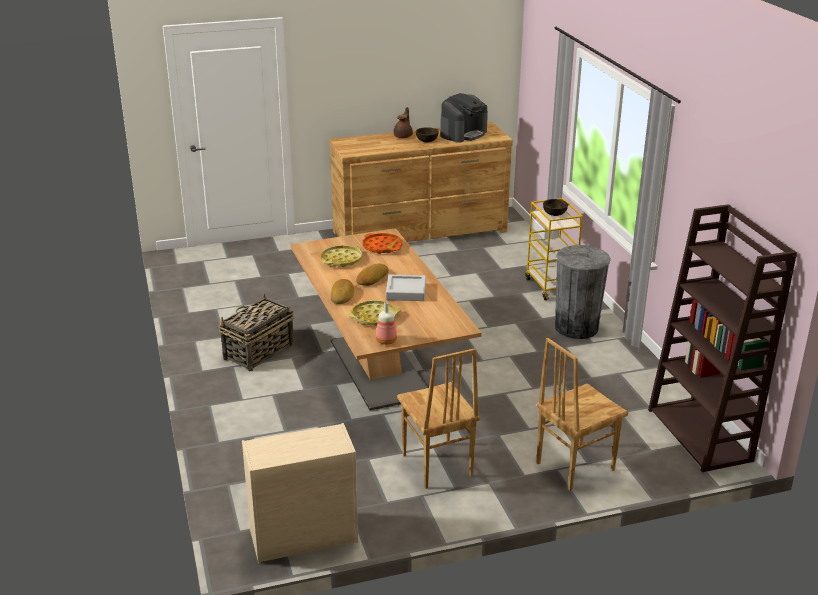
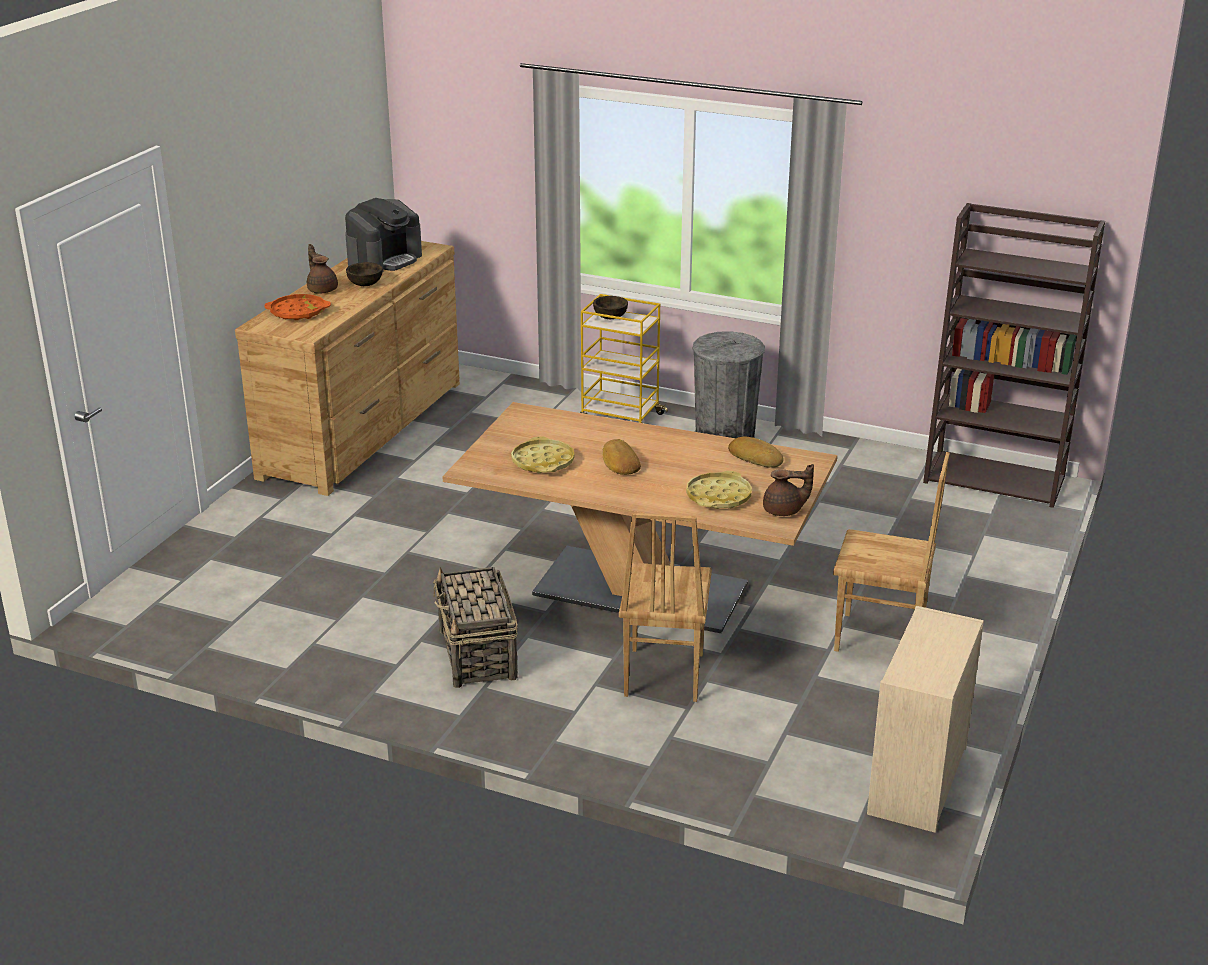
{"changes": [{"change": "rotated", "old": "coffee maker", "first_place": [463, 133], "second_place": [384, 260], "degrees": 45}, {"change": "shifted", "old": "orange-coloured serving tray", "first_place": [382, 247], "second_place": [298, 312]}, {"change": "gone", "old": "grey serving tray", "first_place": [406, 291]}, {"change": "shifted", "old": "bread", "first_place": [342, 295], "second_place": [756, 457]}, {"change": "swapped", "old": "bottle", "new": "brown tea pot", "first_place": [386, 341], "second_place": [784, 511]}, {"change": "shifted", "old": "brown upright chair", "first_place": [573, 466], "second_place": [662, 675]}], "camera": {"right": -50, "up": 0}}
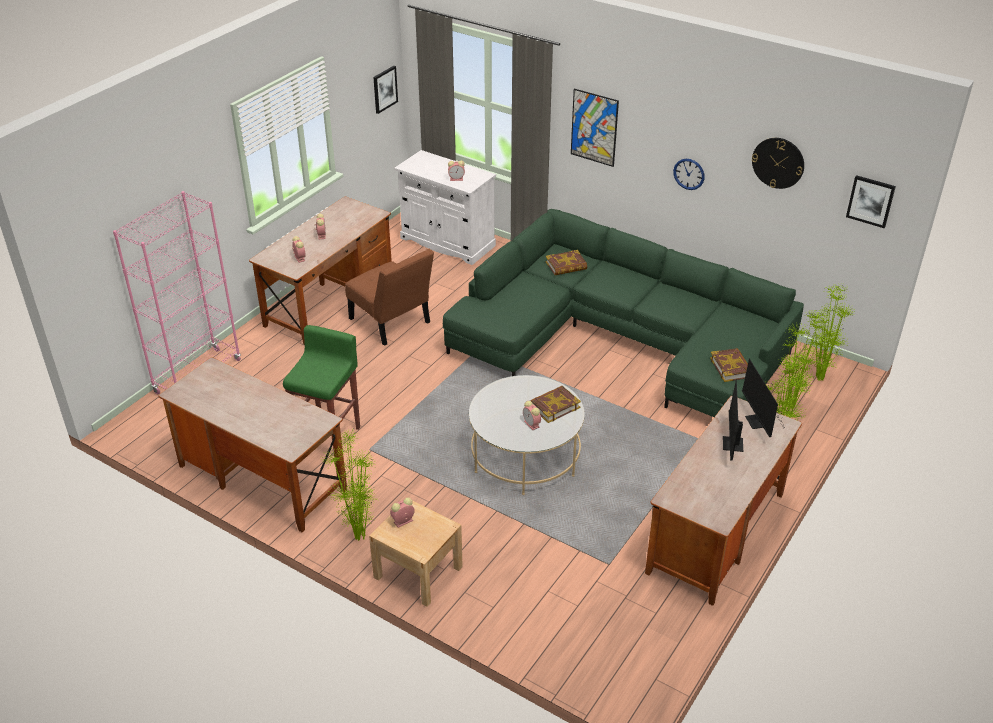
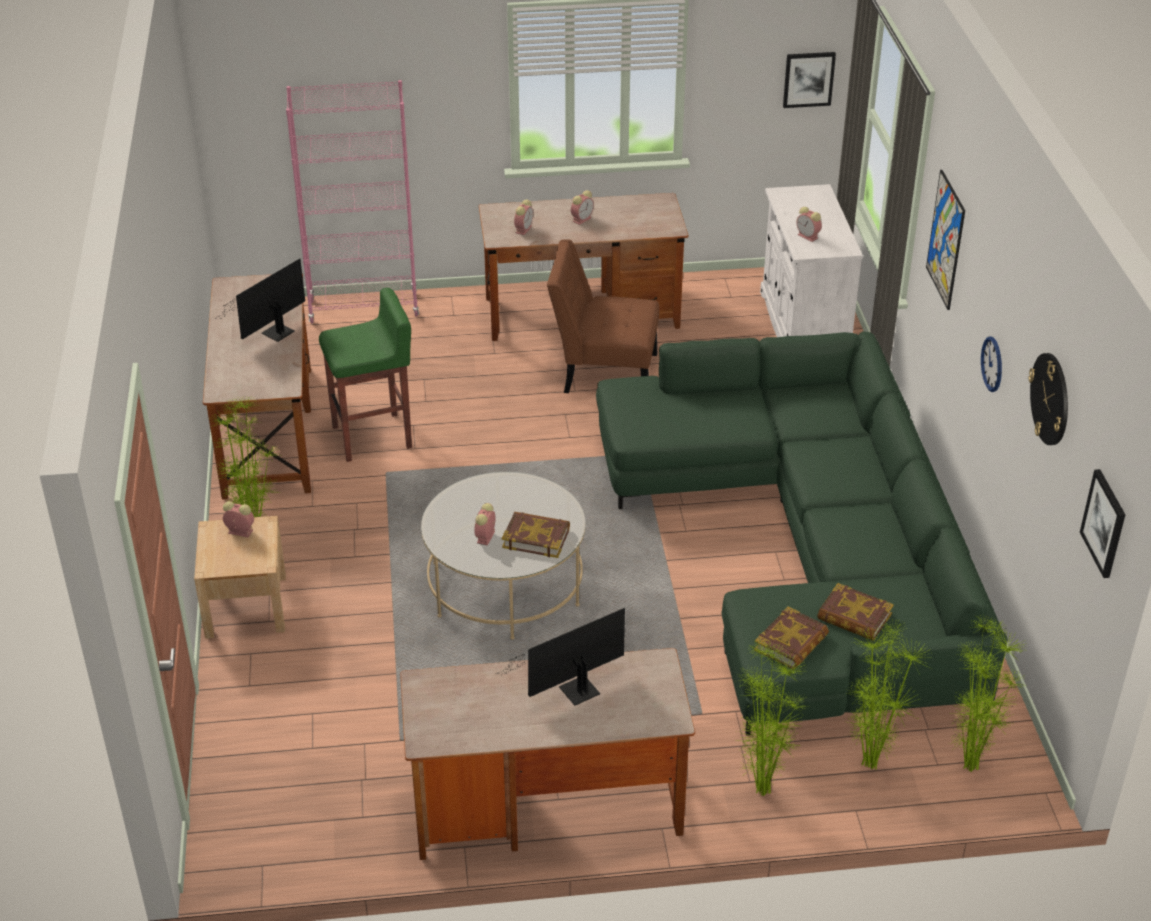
{"changes": [{"change": "rotated", "old": "brown upright chair", "first_place": [392, 323], "second_place": [604, 372], "degrees": 90}, {"change": "shifted", "old": "bound book", "first_place": [566, 266], "second_place": [854, 617]}, {"change": "shifted", "old": "monitor", "first_place": [758, 424], "second_place": [274, 334]}], "camera": {"right": 50, "up": 0}}
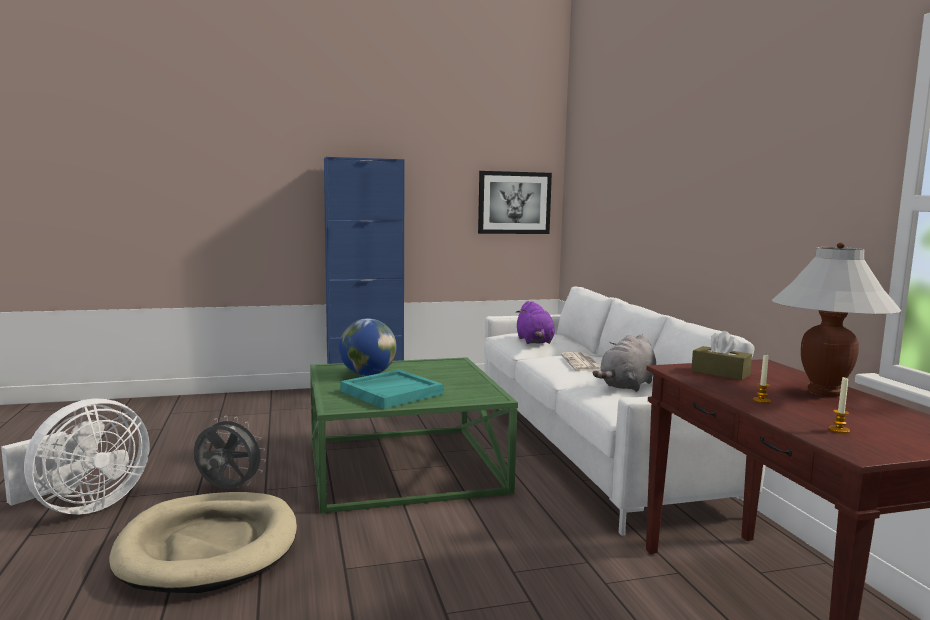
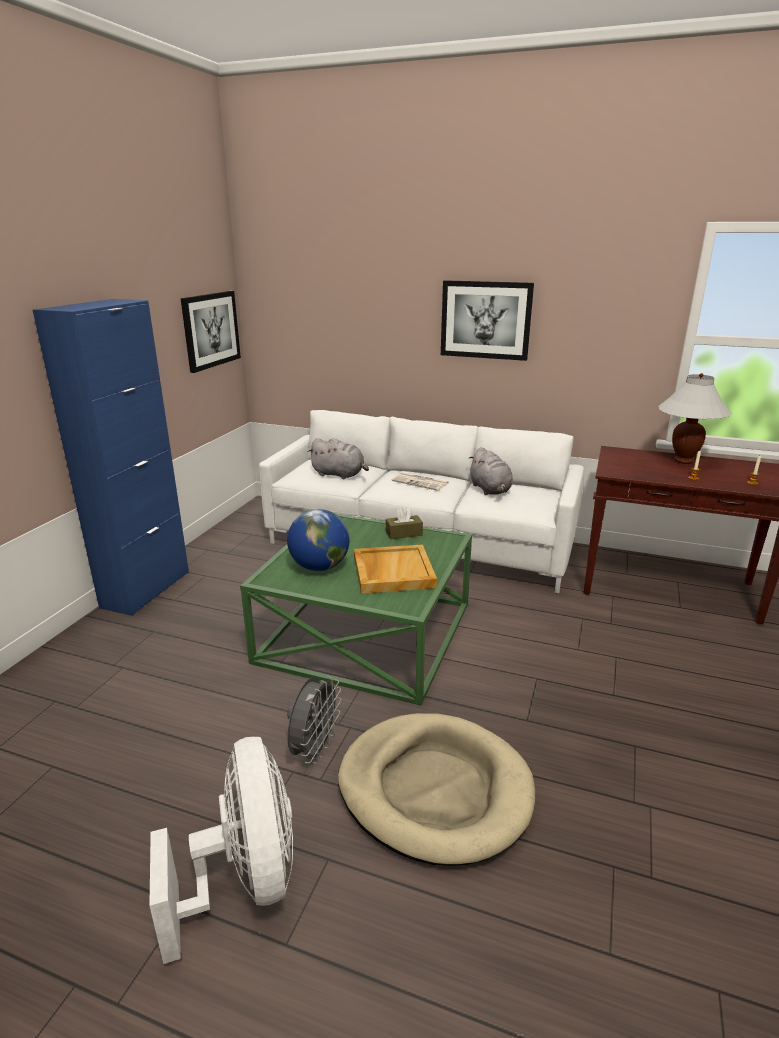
{"changes": [{"change": "repainted", "old": "purple soft toy", "new": "grey soft toy", "first_place": [534, 341], "second_place": [339, 475]}, {"change": "shifted", "old": "brown tissue box", "first_place": [720, 373], "second_place": [404, 533]}, {"change": "repainted", "old": "turquoise serving tray", "new": "beige serving tray", "first_place": [392, 392], "second_place": [392, 571]}, {"change": "rotated", "old": "grey fan", "first_place": [228, 490], "second_place": [314, 749], "degrees": 150}, {"change": "new", "new": "wall art", "second_place": [485, 320]}], "camera": {"right": -55, "up": 15}}
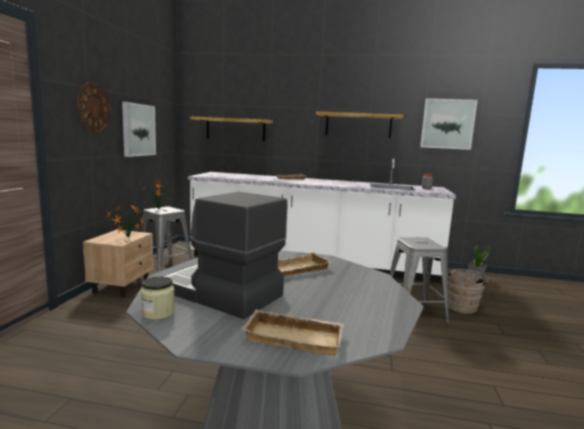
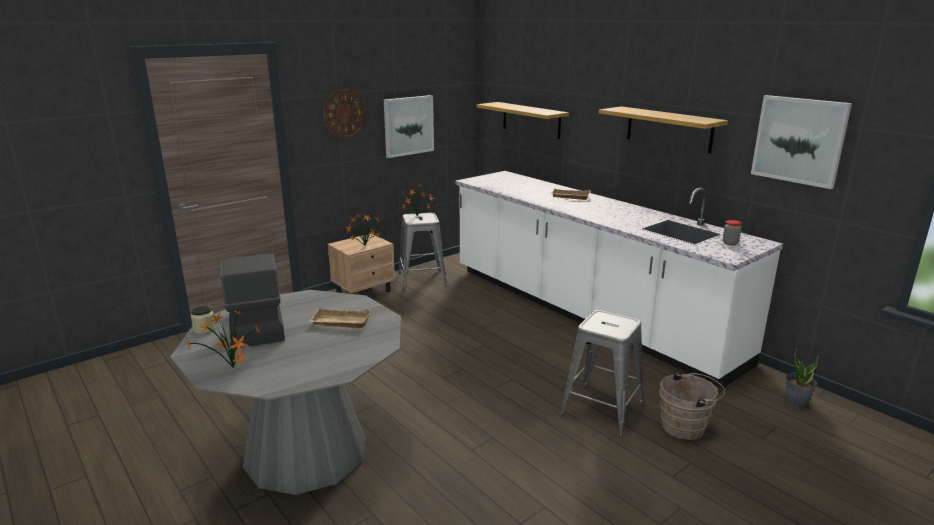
{"changes": [{"change": "swapped", "old": "beige serving tray", "new": "houseplant", "first_place": [295, 337], "second_place": [233, 369]}], "camera": {"right": 40, "up": 10}}
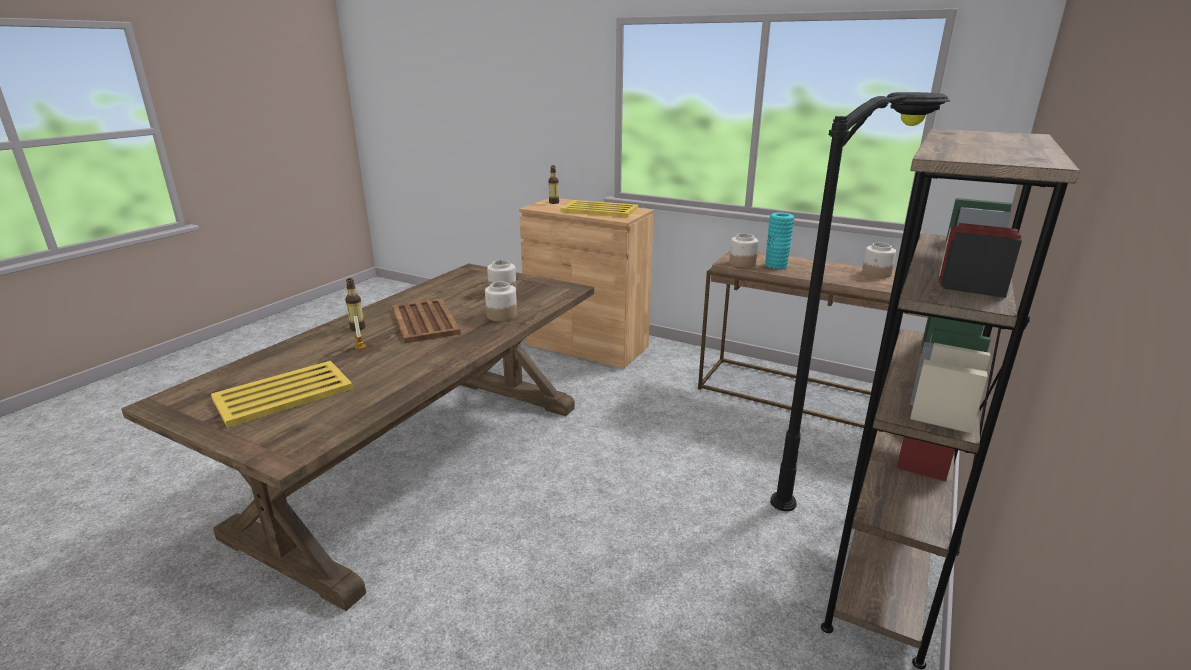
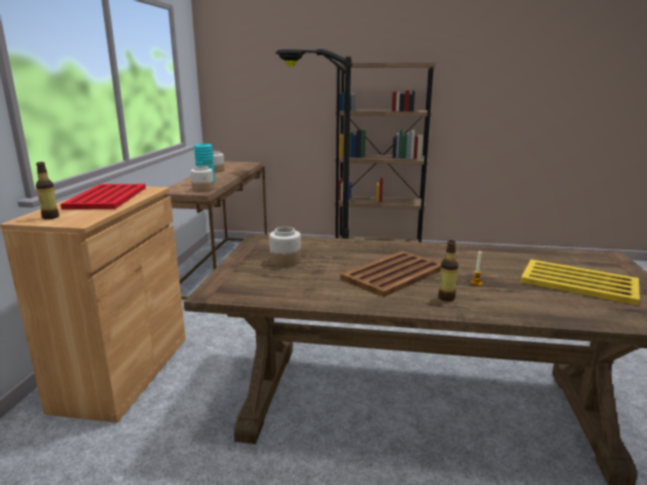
{"changes": [{"change": "repainted", "old": "yellowish serving tray", "new": "red serving tray", "first_place": [599, 210], "second_place": [106, 198]}, {"change": "gone", "old": "storage jar", "first_place": [501, 316]}], "camera": {"right": -110, "up": -5}}
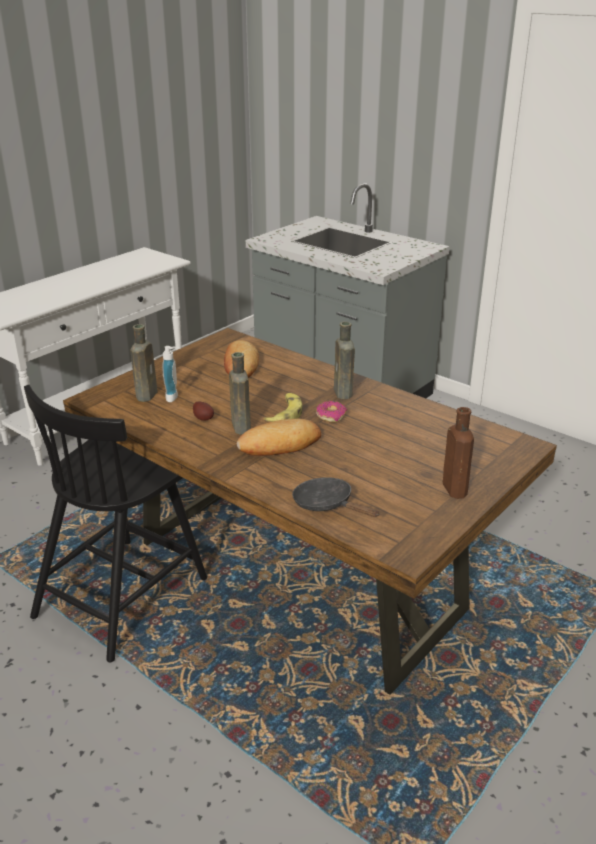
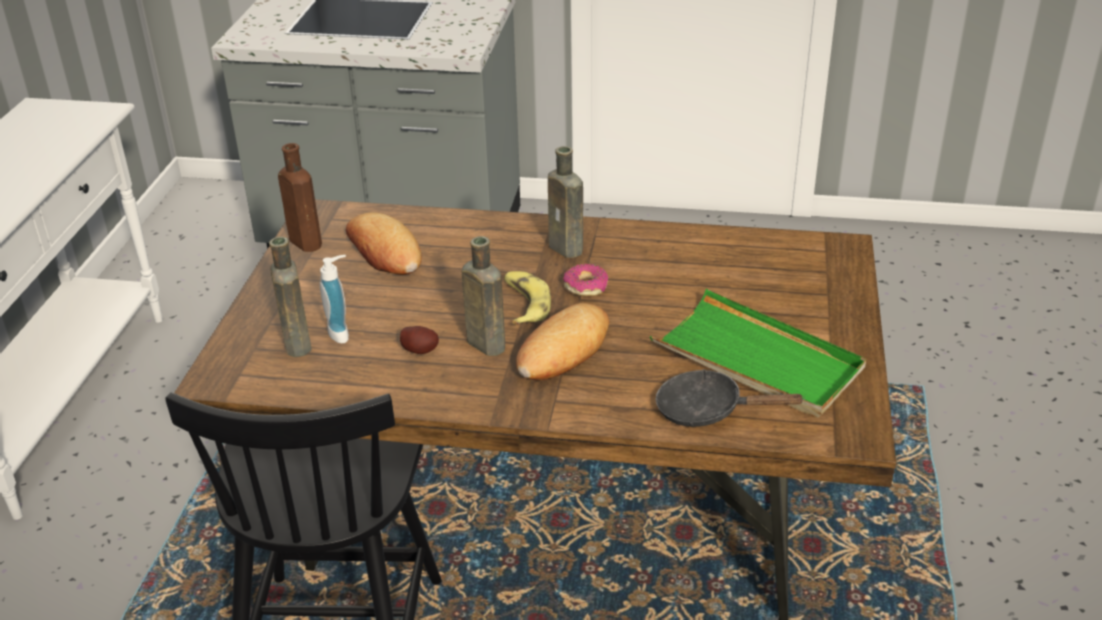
{"changes": [{"change": "shifted", "old": "brown bottle", "first_place": [453, 487], "second_place": [304, 241]}, {"change": "new", "new": "greenish serving tray", "second_place": [757, 360]}], "camera": {"right": -30, "up": 5}}
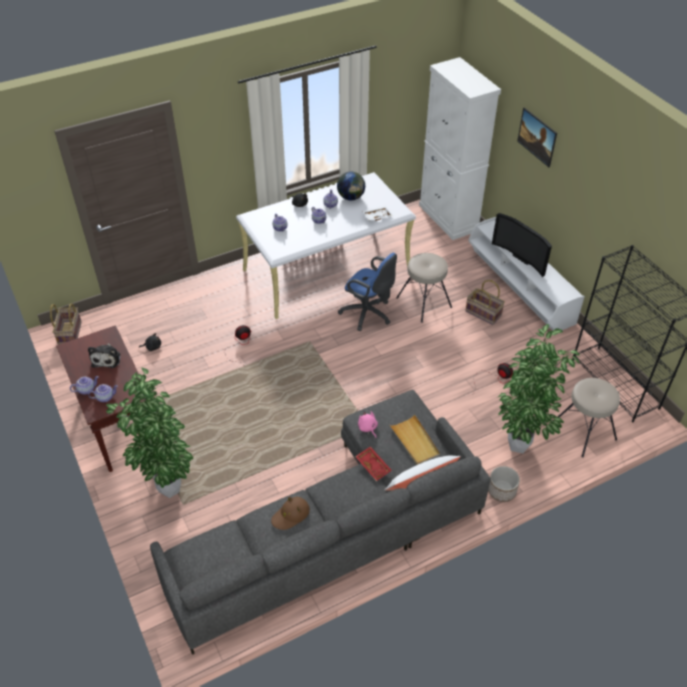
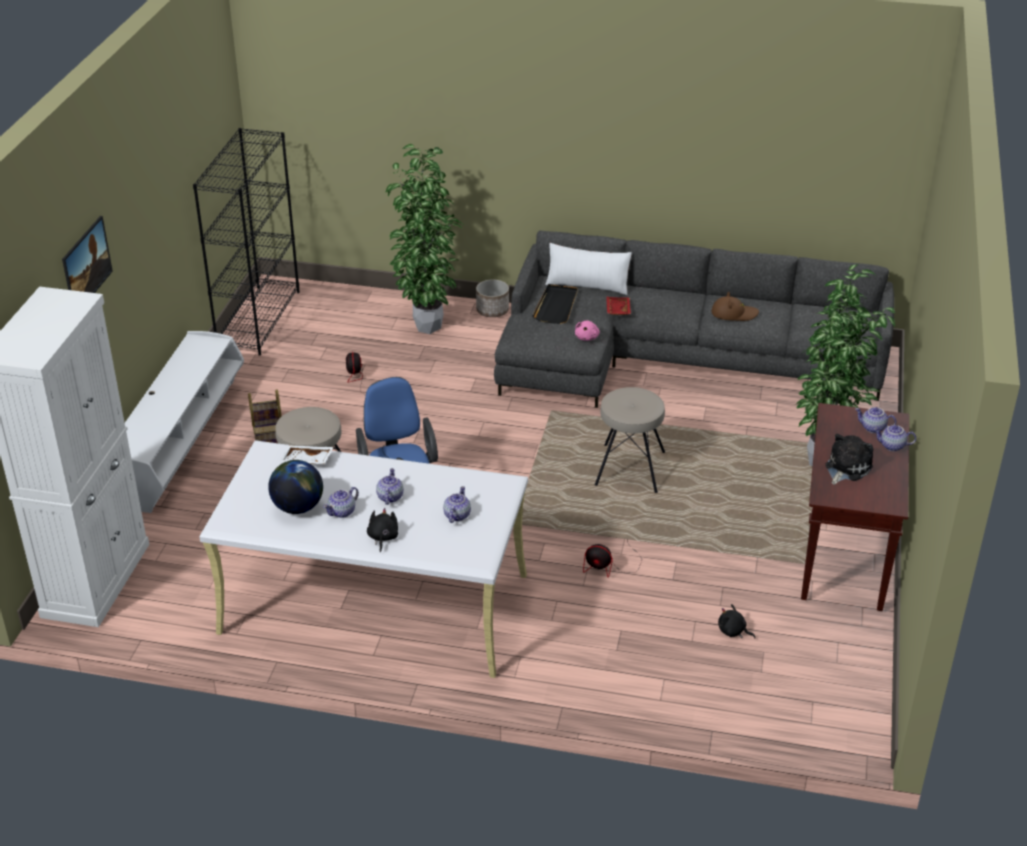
{"changes": [{"change": "gone", "old": "TV", "first_place": [523, 257]}, {"change": "gone", "old": "storage basket", "first_place": [69, 333]}, {"change": "shifted", "old": "beige sitting stool", "first_place": [584, 431], "second_place": [629, 469]}, {"change": "repainted", "old": "beige serving tray", "new": "black-coloured serving tray", "first_place": [414, 441], "second_place": [556, 306]}], "camera": {"right": -140, "up": -10}}
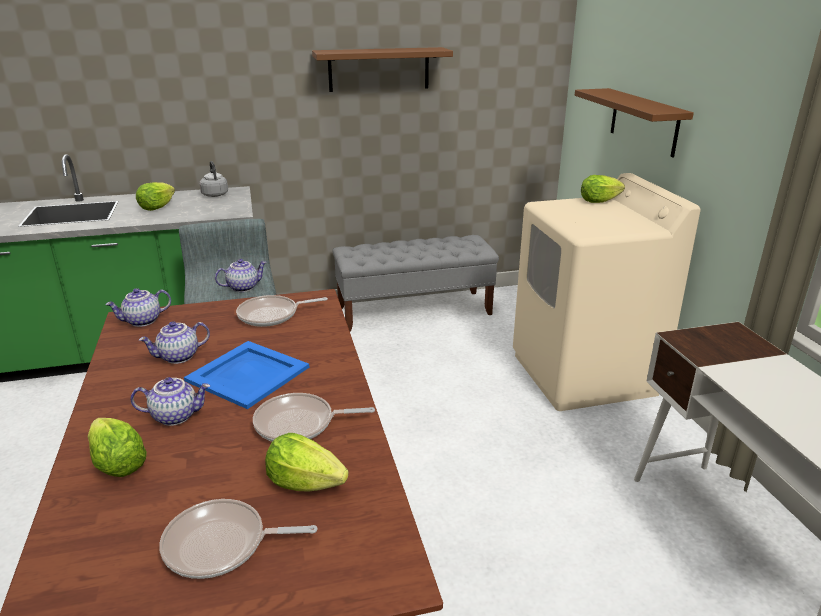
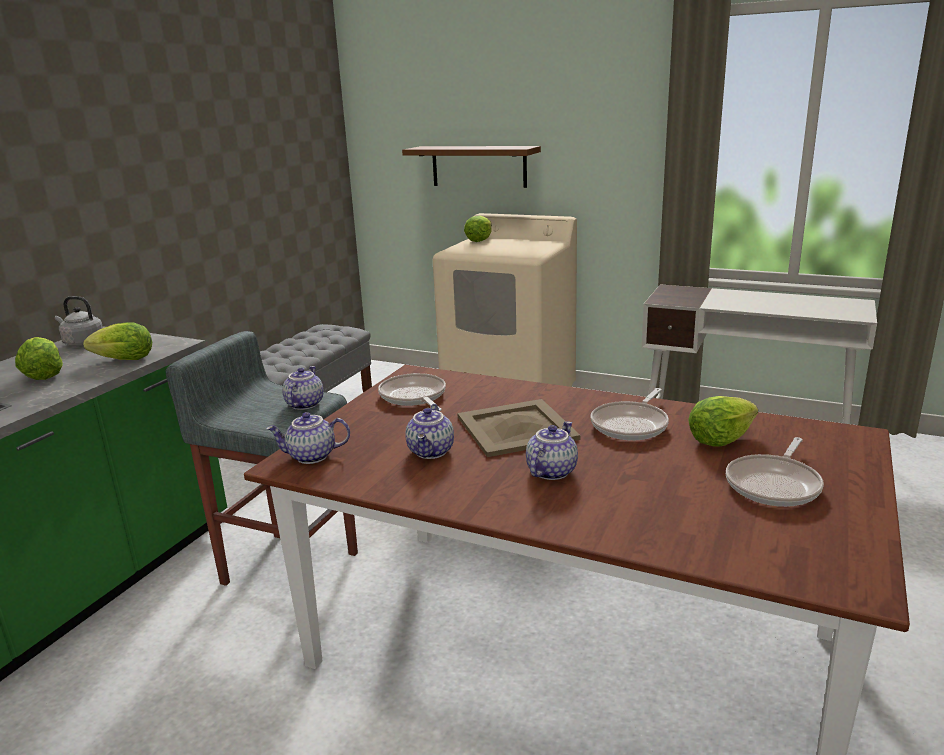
{"changes": [{"change": "gone", "old": "brown wall shelf", "first_place": [379, 69]}, {"change": "rotated", "old": "tea pot", "first_place": [142, 321], "second_place": [311, 457], "degrees": 75}, {"change": "rotated", "old": "pan", "first_place": [272, 315], "second_place": [414, 397], "degrees": 135}, {"change": "repainted", "old": "bluish serving tray", "new": "beige serving tray", "first_place": [246, 374], "second_place": [516, 428]}, {"change": "shifted", "old": "head of lettuce", "first_place": [118, 464], "second_place": [125, 360]}], "camera": {"right": -50, "up": -5}}
